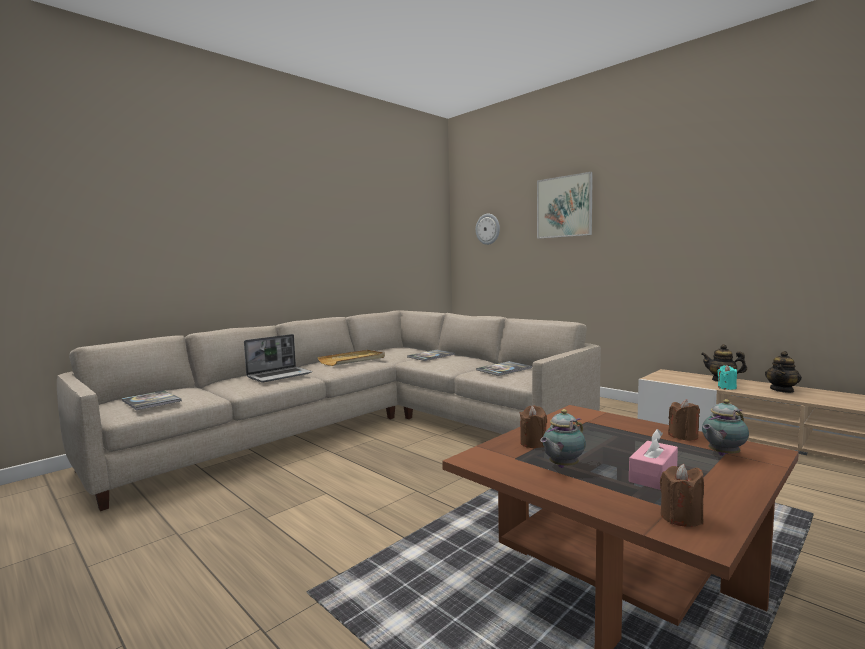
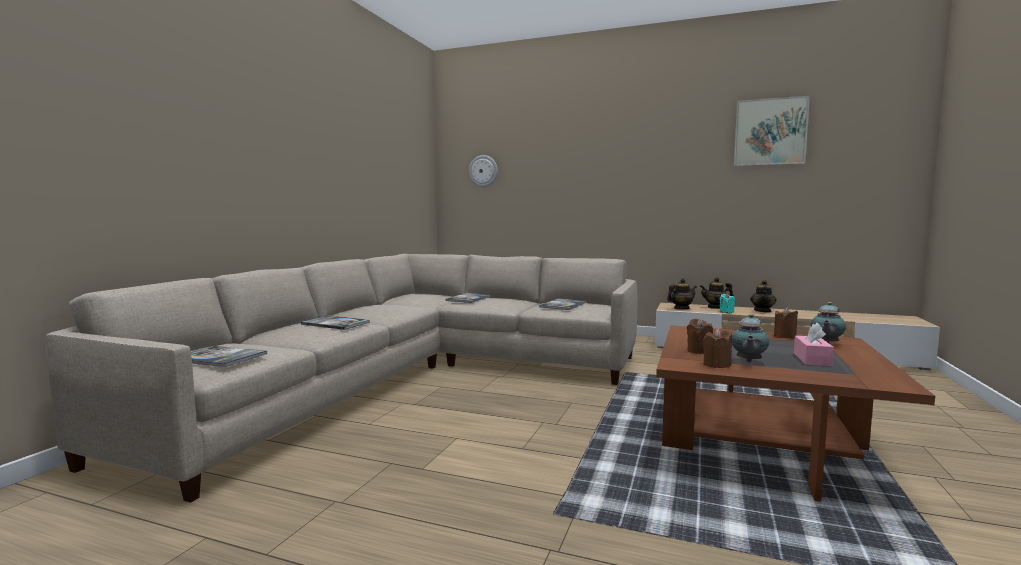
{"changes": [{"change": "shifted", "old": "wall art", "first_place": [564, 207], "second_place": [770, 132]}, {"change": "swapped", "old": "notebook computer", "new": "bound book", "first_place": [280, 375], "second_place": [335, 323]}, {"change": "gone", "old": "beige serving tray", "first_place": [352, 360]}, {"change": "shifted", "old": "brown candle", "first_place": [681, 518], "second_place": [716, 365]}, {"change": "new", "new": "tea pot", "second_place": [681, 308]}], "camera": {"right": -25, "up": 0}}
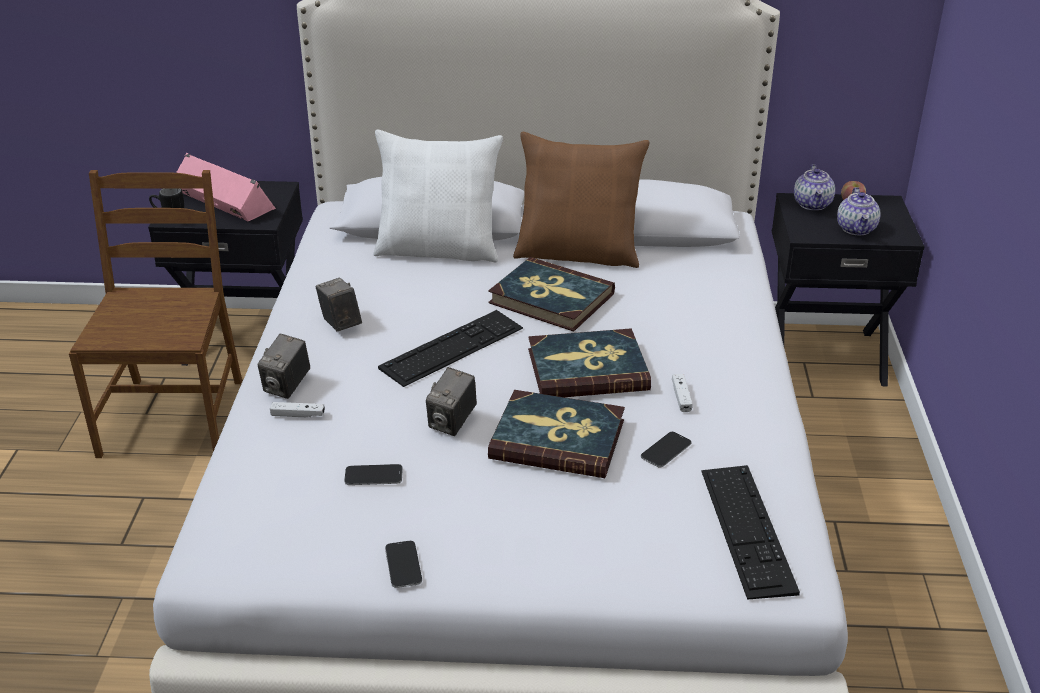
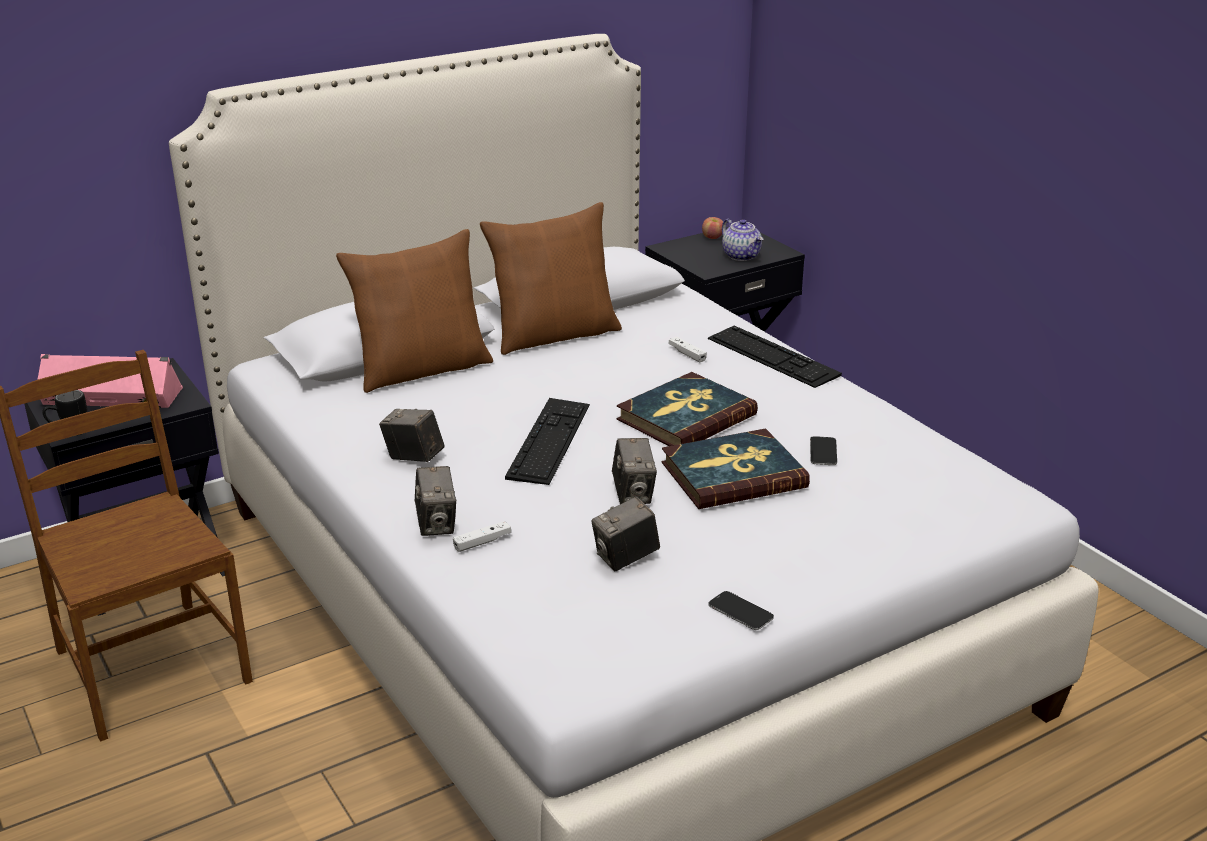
{"changes": [{"change": "repainted", "old": "whitish throw pillow", "new": "brown throw pillow", "first_place": [439, 249], "second_place": [422, 369]}, {"change": "gone", "old": "tea pot", "first_place": [813, 204]}, {"change": "gone", "old": "bound book", "first_place": [551, 299]}, {"change": "shifted", "old": "whitish gamepad", "first_place": [681, 397], "second_place": [687, 354]}, {"change": "swapped", "old": "phone", "new": "photo camera", "first_place": [373, 476], "second_place": [625, 558]}, {"change": "shifted", "old": "computer keyboard", "first_place": [747, 529], "second_place": [772, 356]}], "camera": {"right": -35, "up": -5}}
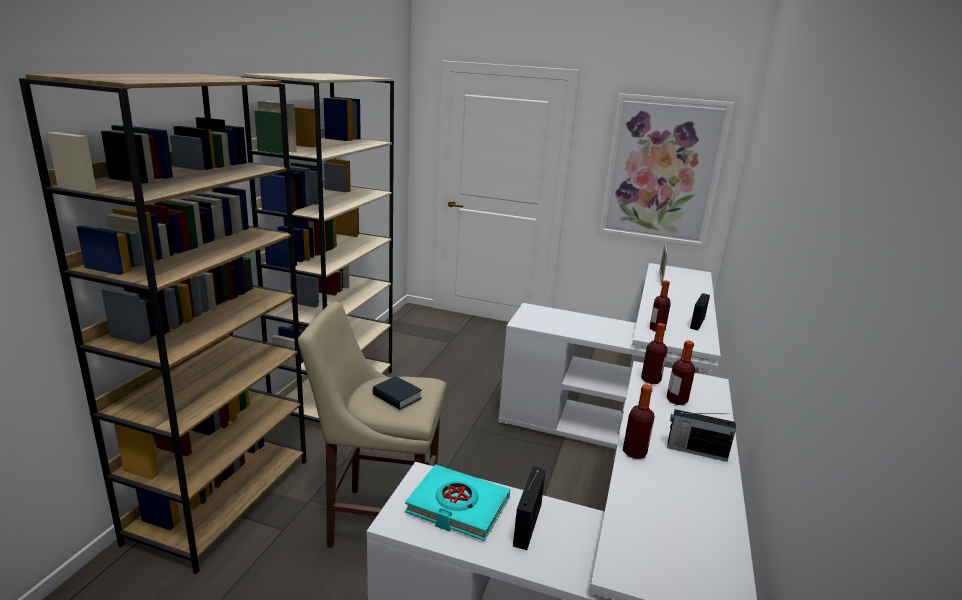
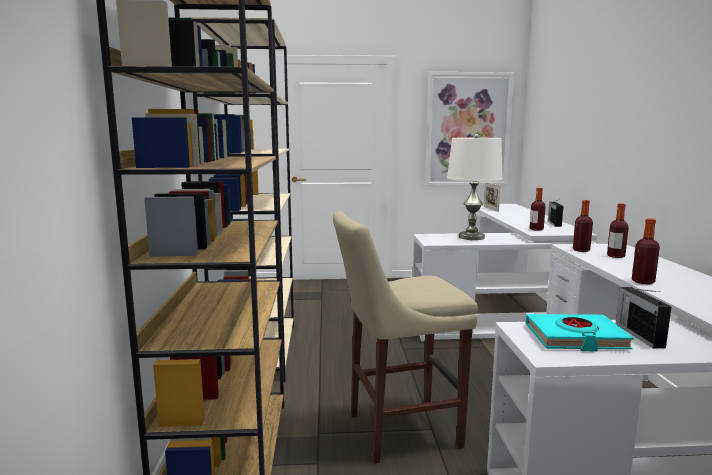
{"changes": [{"change": "gone", "old": "bound book", "first_place": [397, 397]}, {"change": "gone", "old": "radio receiver", "first_place": [695, 451]}, {"change": "new", "new": "whitish tabletop lamp", "second_place": [471, 237]}], "camera": {"right": -20, "up": -10}}
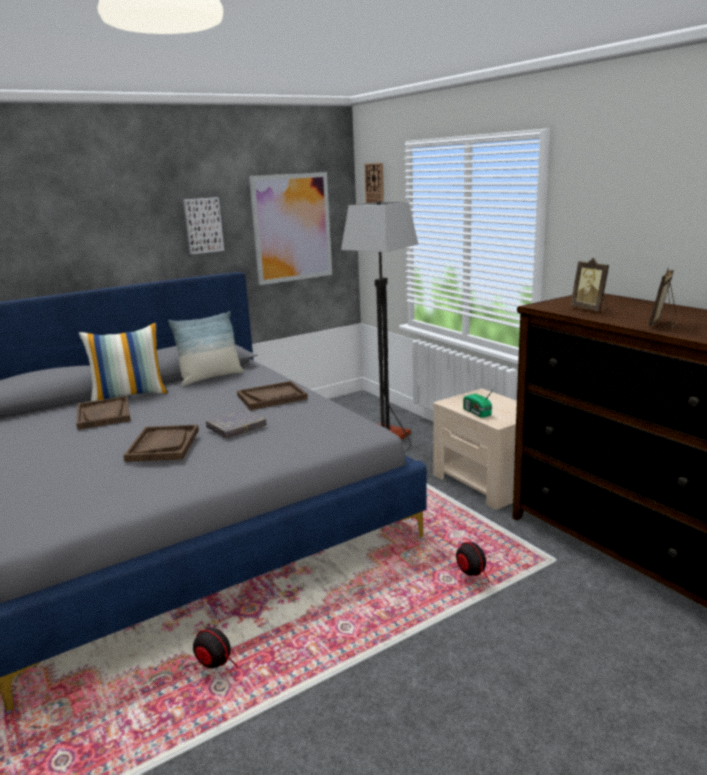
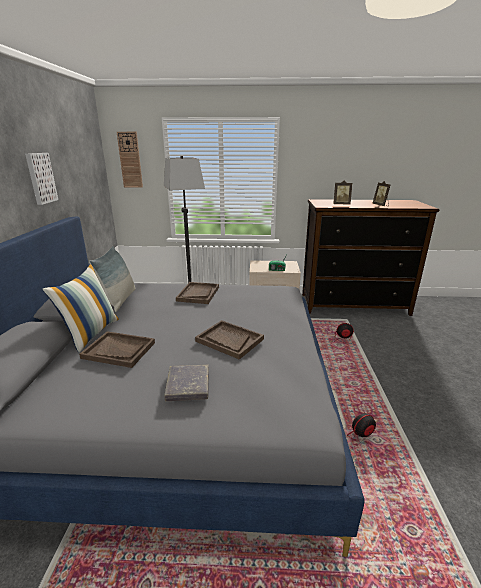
{"changes": [{"change": "gone", "old": "wall art", "first_place": [292, 228]}, {"change": "shifted", "old": "grey bound book", "first_place": [236, 427], "second_place": [188, 385]}], "camera": {"right": -55, "up": 5}}
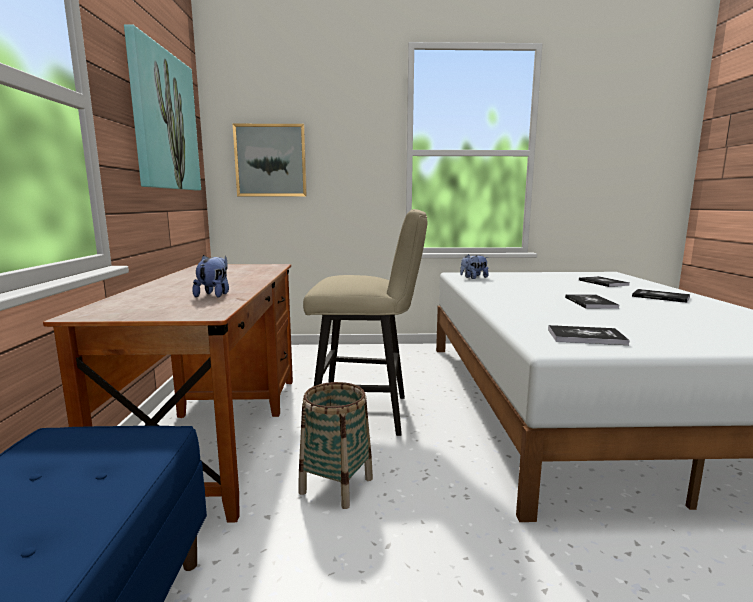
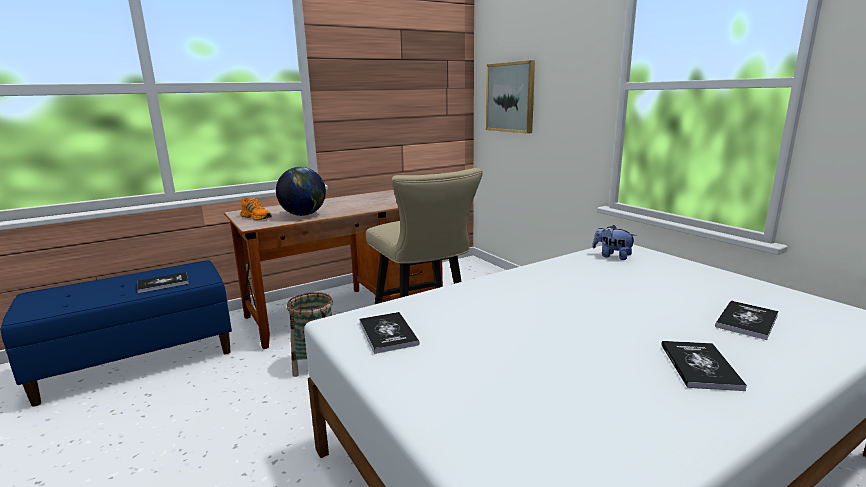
{"changes": [{"change": "gone", "old": "wall art", "first_place": [164, 121]}, {"change": "swapped", "old": "soft toy", "new": "desk globe", "first_place": [214, 295], "second_place": [303, 215]}, {"change": "shifted", "old": "bound book", "first_place": [590, 302], "second_place": [163, 283]}, {"change": "new", "new": "orange-coloured low shoe", "second_place": [257, 217]}], "camera": {"right": 60, "up": 5}}
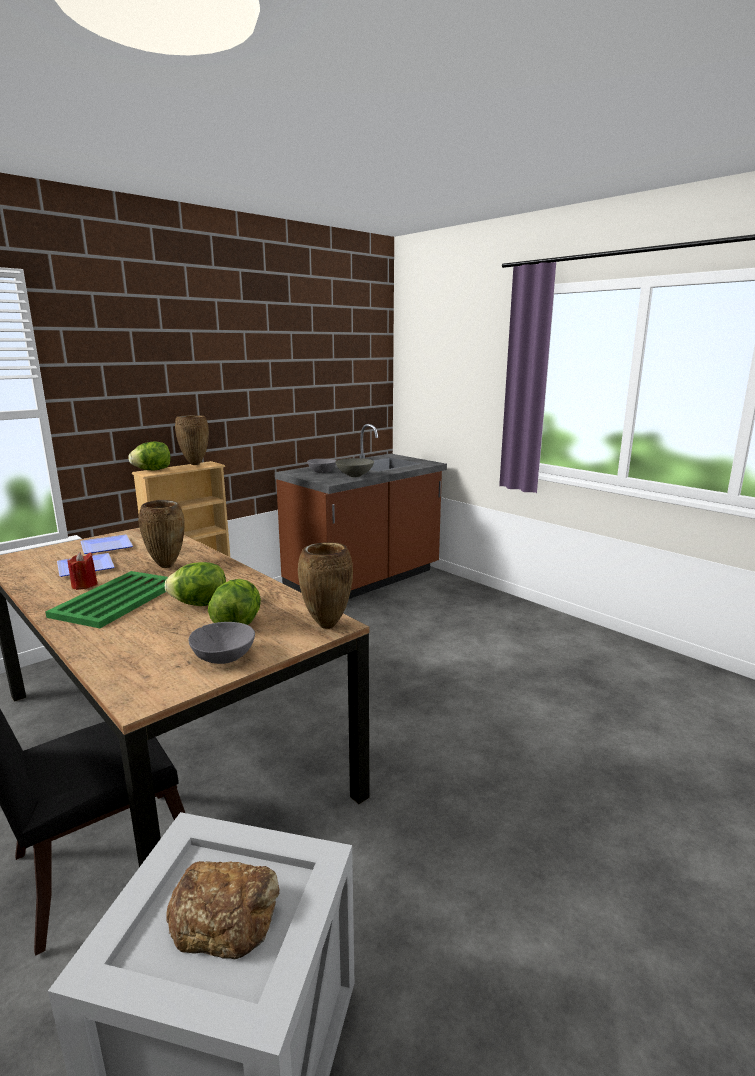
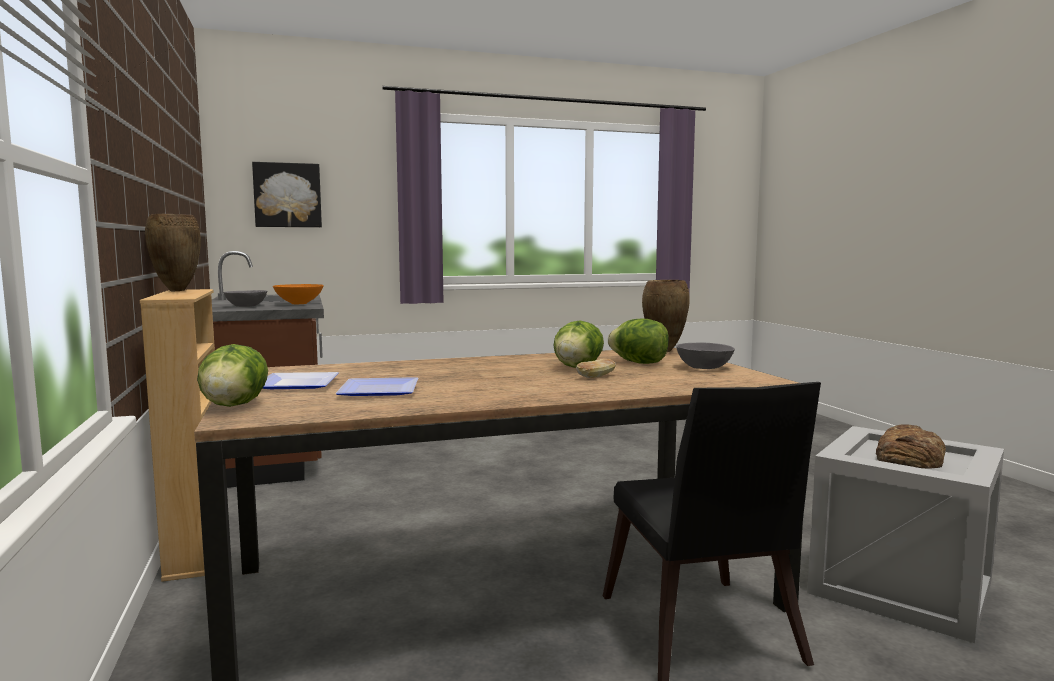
{"changes": [{"change": "shifted", "old": "head of lettuce", "first_place": [153, 470], "second_place": [234, 406]}, {"change": "repainted", "old": "grey deep dish", "new": "orange-coloured deep dish", "first_place": [354, 476], "second_place": [298, 303]}, {"change": "gone", "old": "brown flower vase", "first_place": [167, 566]}, {"change": "gone", "old": "red candle", "first_place": [84, 585]}, {"change": "gone", "old": "greenish serving tray", "first_place": [118, 599]}, {"change": "new", "new": "wall art", "second_place": [287, 195]}, {"change": "new", "new": "bread", "second_place": [596, 377]}], "camera": {"right": -65, "up": -10}}
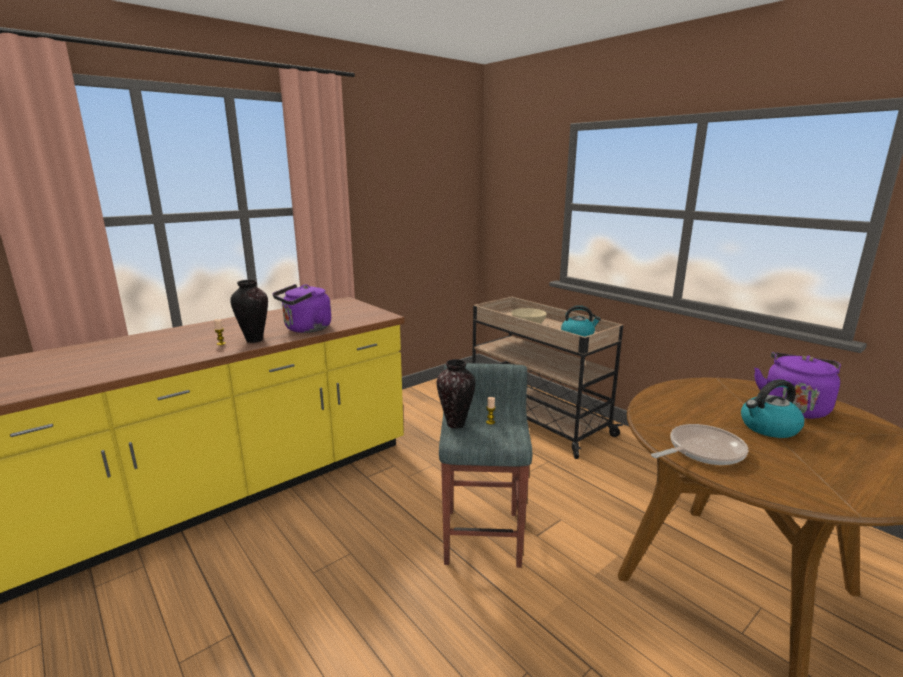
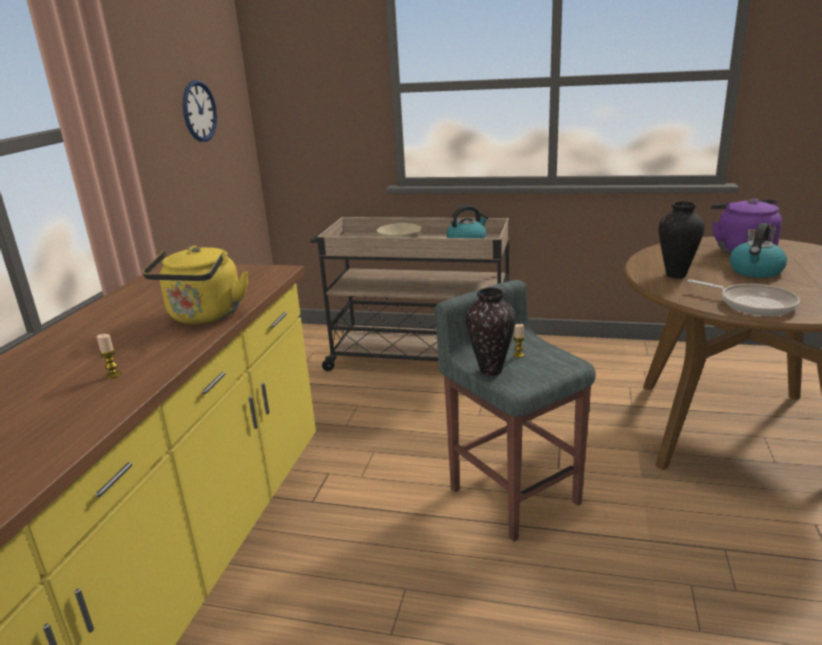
{"changes": [{"change": "shifted", "old": "flower vase", "first_place": [254, 340], "second_place": [675, 275]}, {"change": "repainted", "old": "purple kettle", "new": "yellowish kettle", "first_place": [305, 329], "second_place": [204, 316]}, {"change": "rotated", "old": "pan", "first_place": [702, 451], "second_place": [752, 304], "degrees": 105}, {"change": "new", "new": "wall clock", "second_place": [199, 111]}], "camera": {"right": -35, "up": 5}}
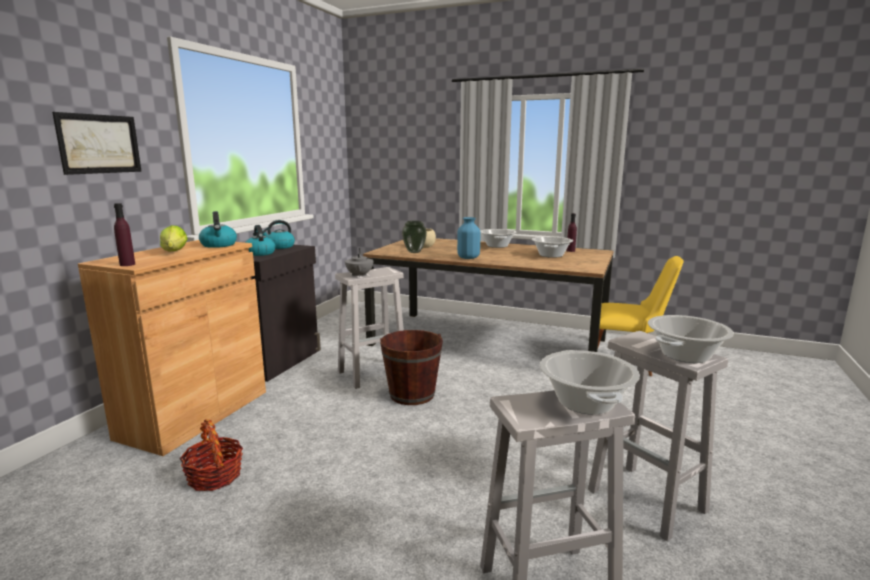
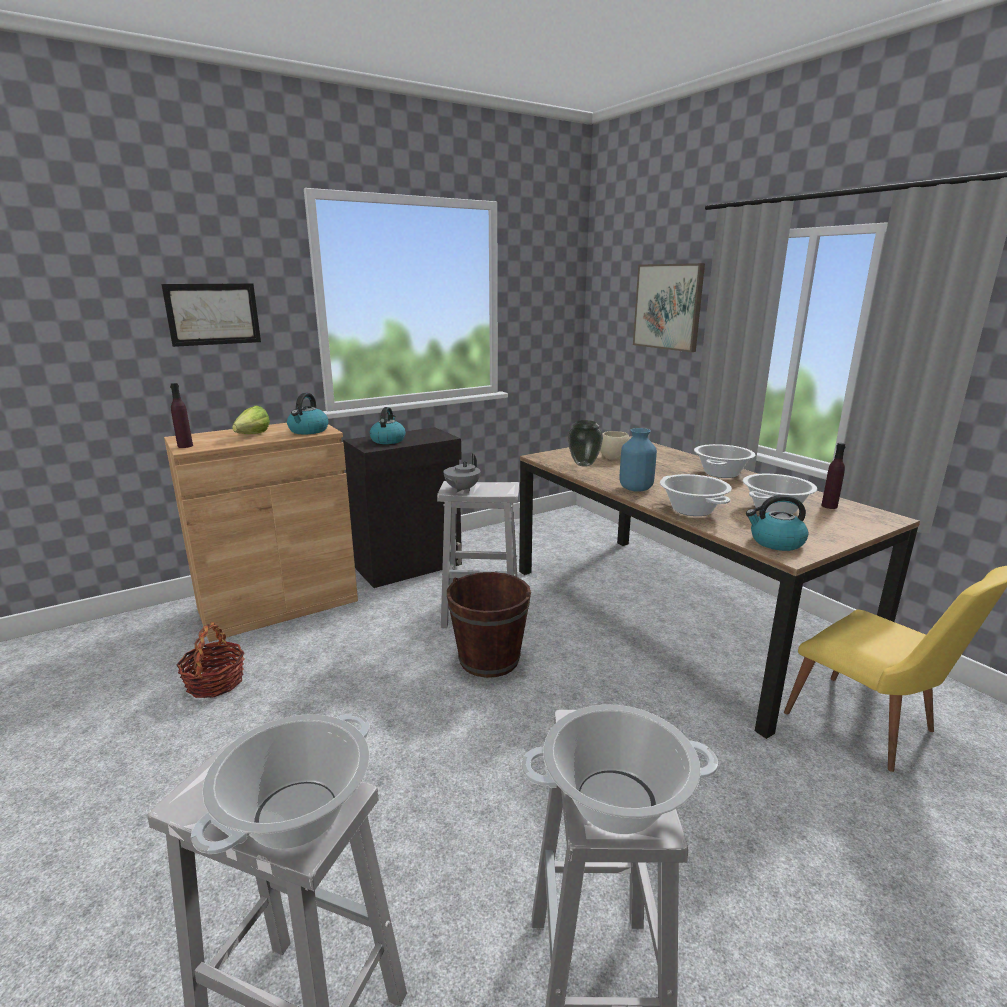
{"changes": [{"change": "shifted", "old": "kettle", "first_place": [280, 247], "second_place": [776, 542]}, {"change": "new", "new": "wall art", "second_place": [668, 307]}, {"change": "new", "new": "cooking pot", "second_place": [692, 510]}], "camera": {"right": 35, "up": 5}}
